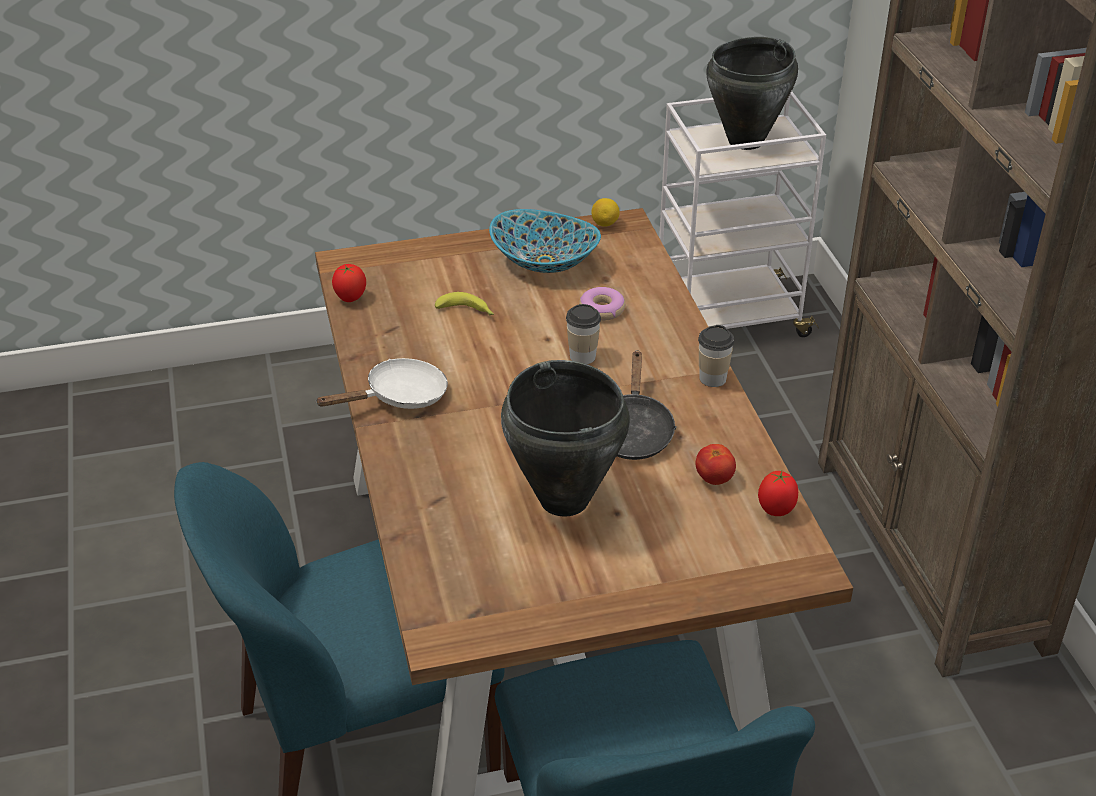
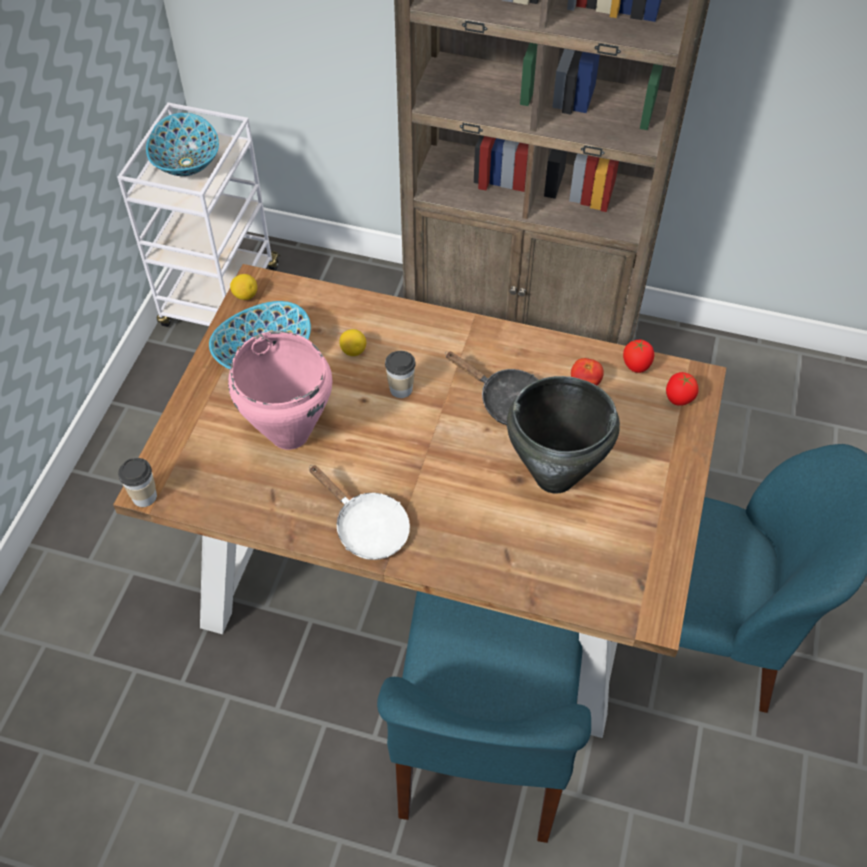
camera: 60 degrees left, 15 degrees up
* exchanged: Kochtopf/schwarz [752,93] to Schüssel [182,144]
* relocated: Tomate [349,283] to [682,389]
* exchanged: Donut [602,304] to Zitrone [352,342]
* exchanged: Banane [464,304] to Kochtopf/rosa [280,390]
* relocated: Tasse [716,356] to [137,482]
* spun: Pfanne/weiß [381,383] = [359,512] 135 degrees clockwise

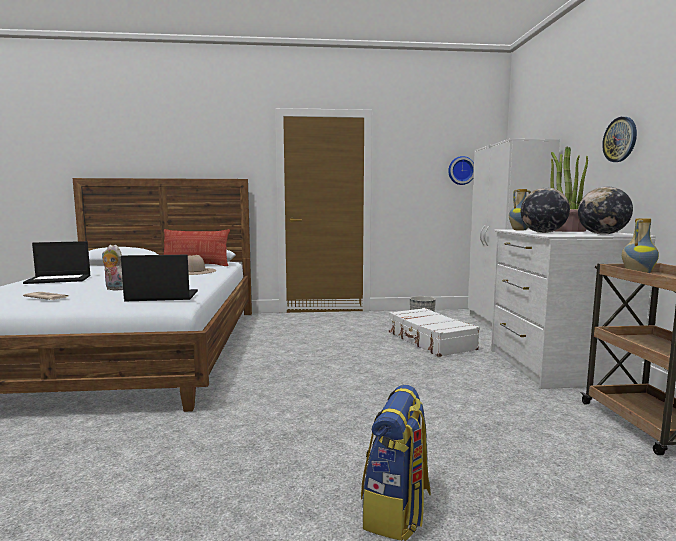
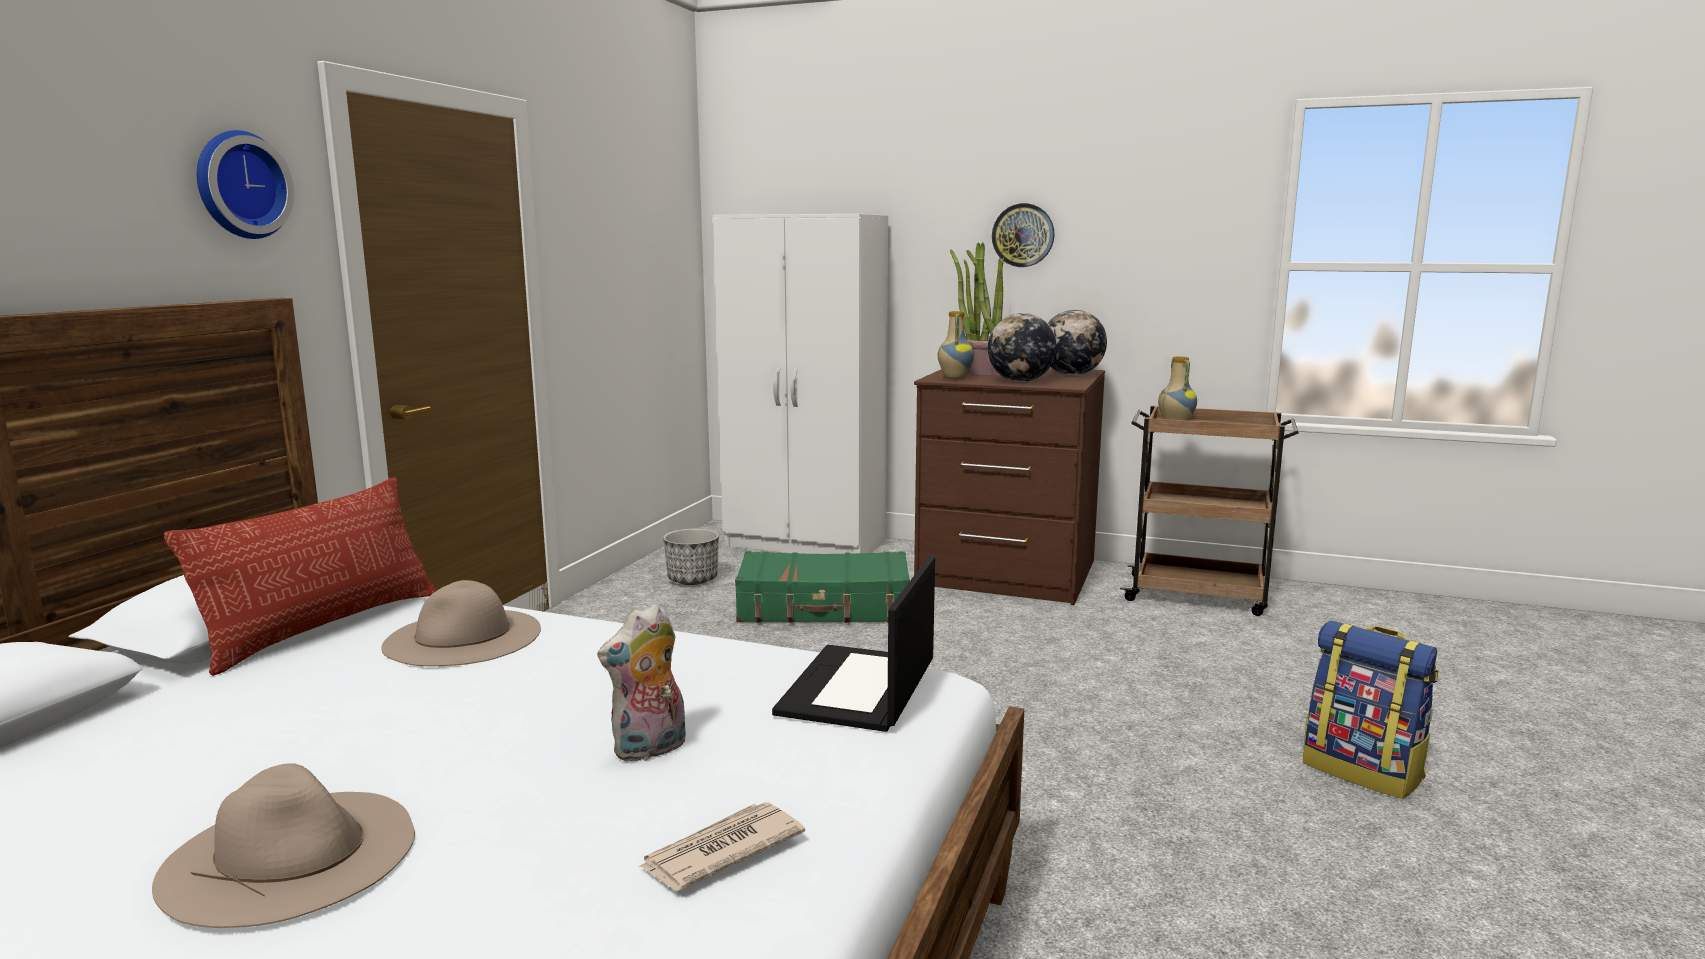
camera: 65 degrees left, 5 degrees up
* relocated: Wanduhr [461,170] to [246,184]
* colour: Kommode/weiß [573,309] to Kommode/braun [1009,486]
* exchanged: Laptop [57,262] to Hut/beige [283,845]
* colour: Koffer/weiß [434,332] to Koffer/grün [822,587]

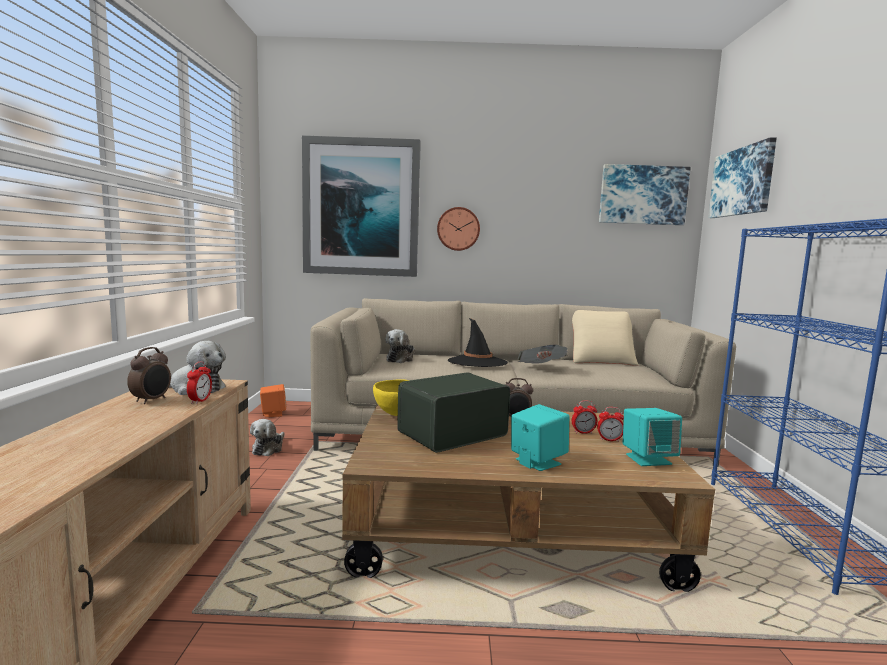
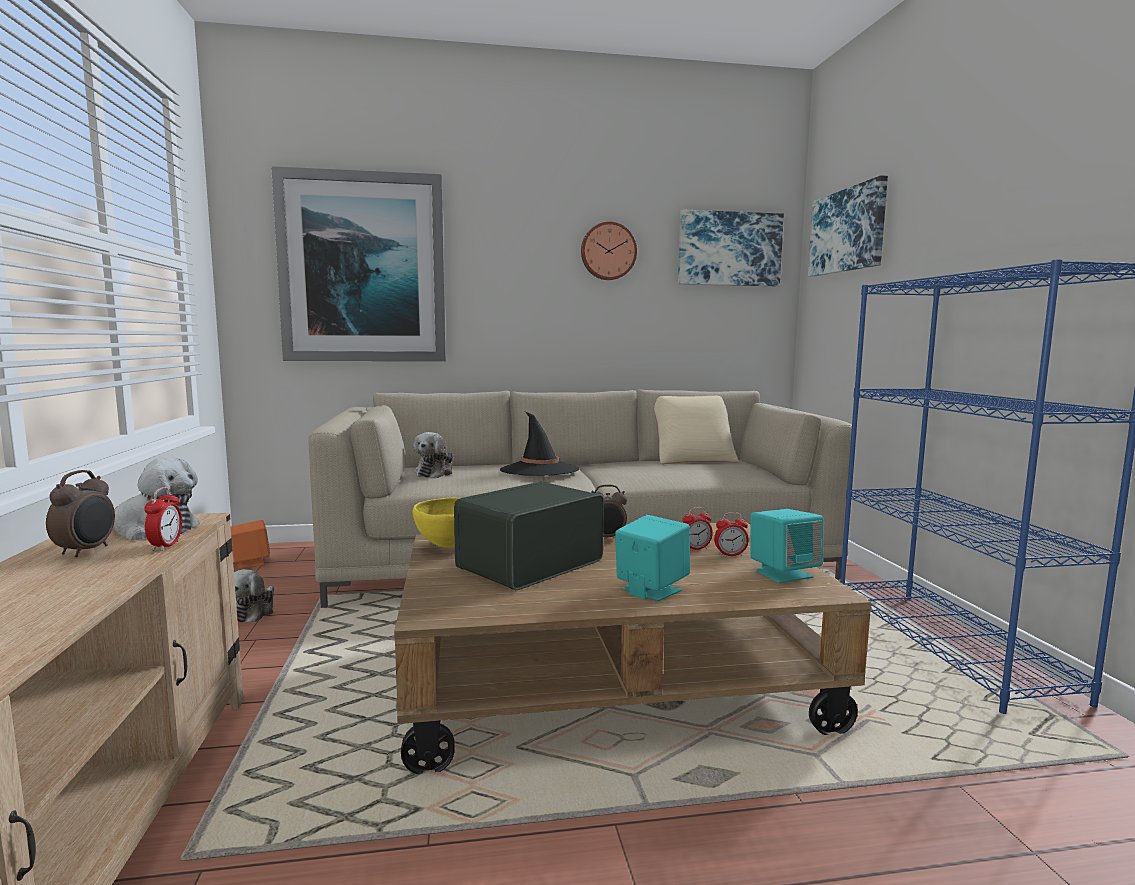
camera: 10 degrees left, 0 degrees up
* relocated: Wanduhr [458,229] to [609,251]
* missing: Zeitung [543,354]

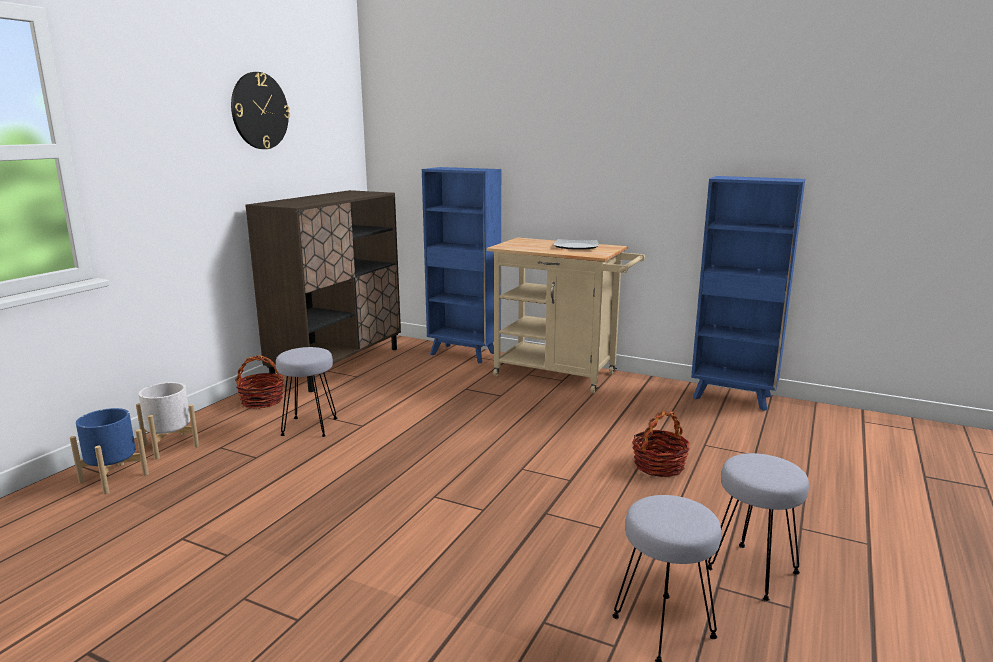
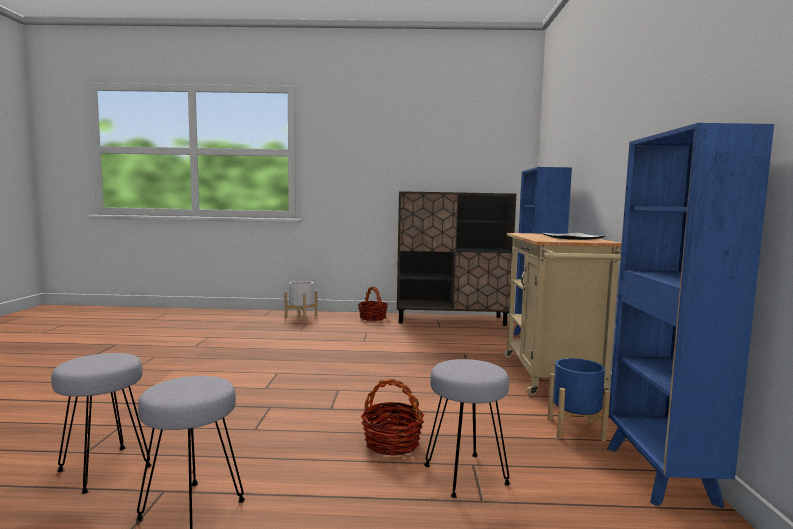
camera: 65 degrees right, 10 degrees down
* missing: Wanduhr [260,110]
* relocated: Hocker/grau [306,392] to [467,428]
* relocated: Pflanzkübel/blau [109,451] to [578,400]

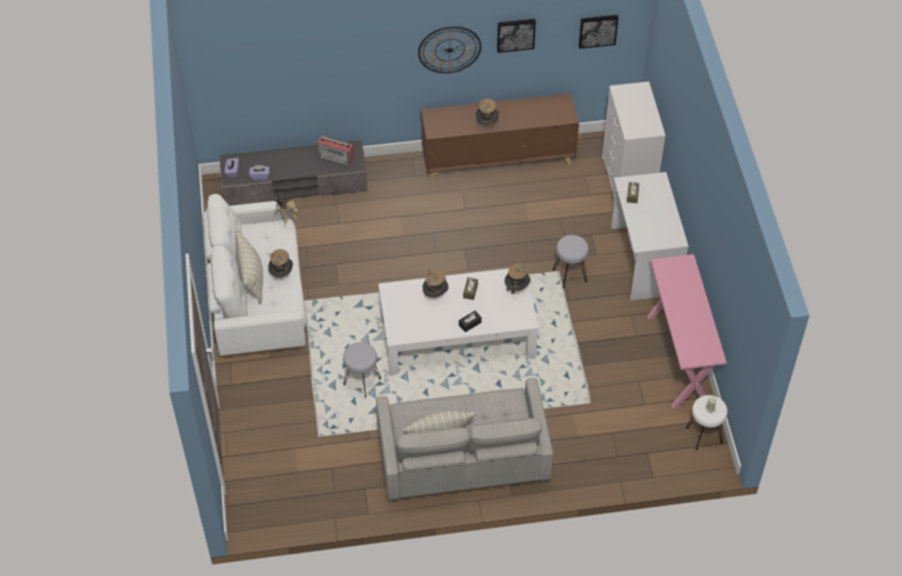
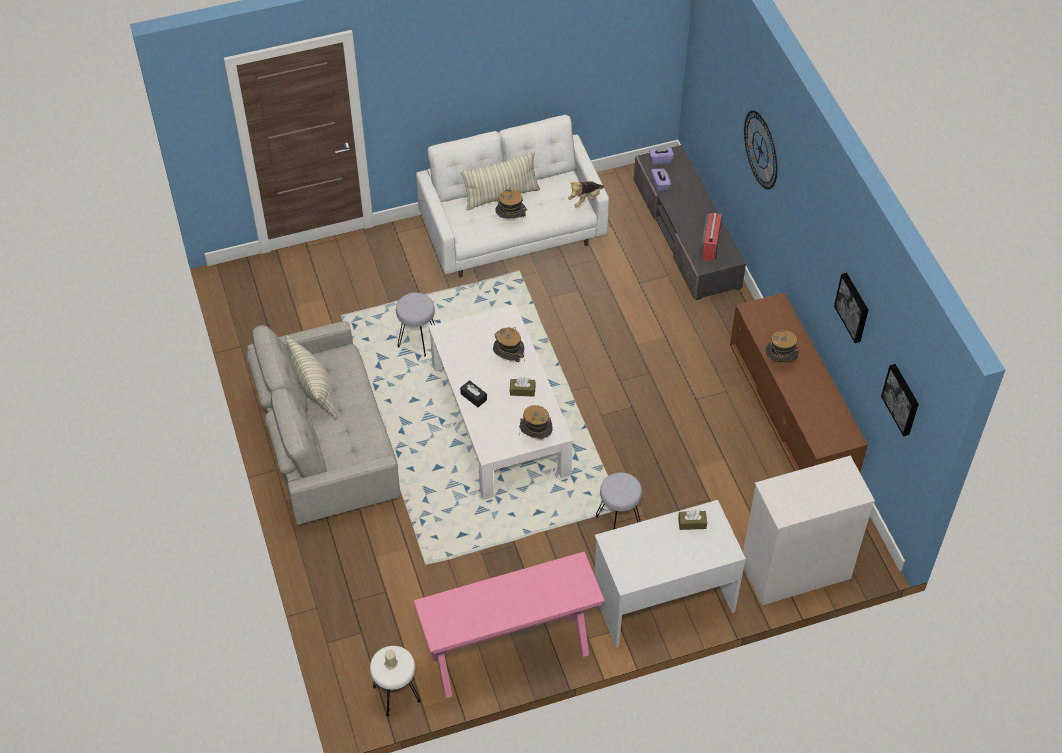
camera: 80 degrees right, 0 degrees up
* relocated: Wanduhr [449,49] to [760,149]

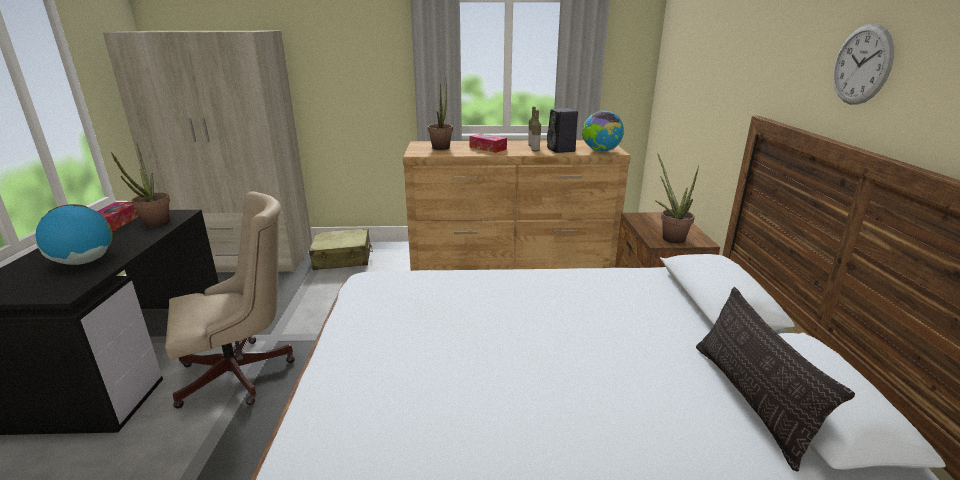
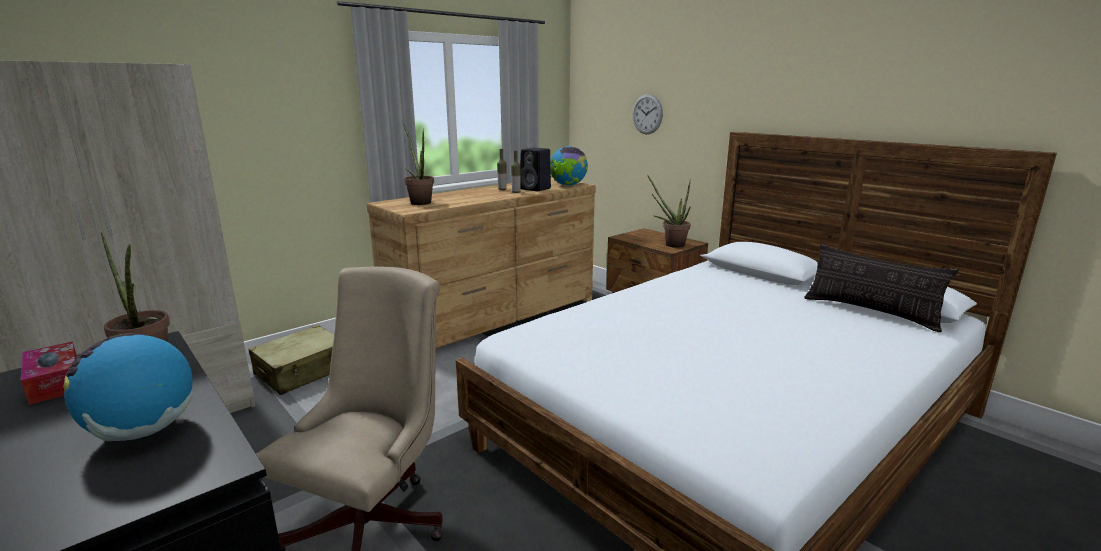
camera: 40 degrees left, 5 degrees down
* relocated: Wanduhr [863,64] to [647,114]
* missing: Taschentuchbox [488,143]

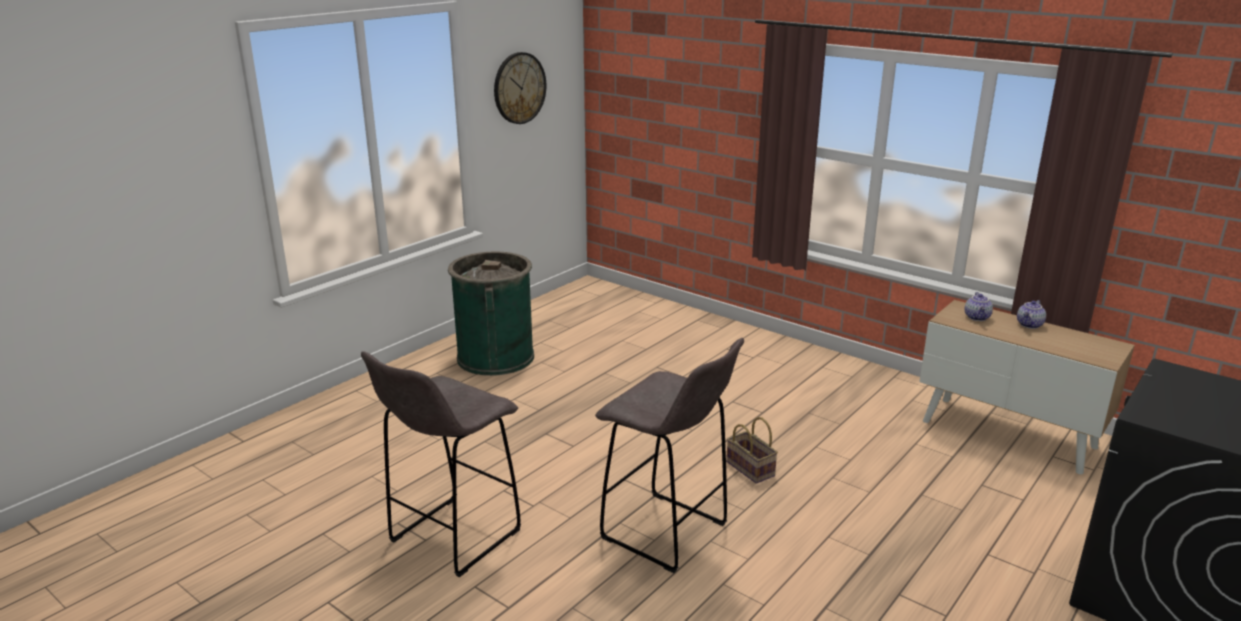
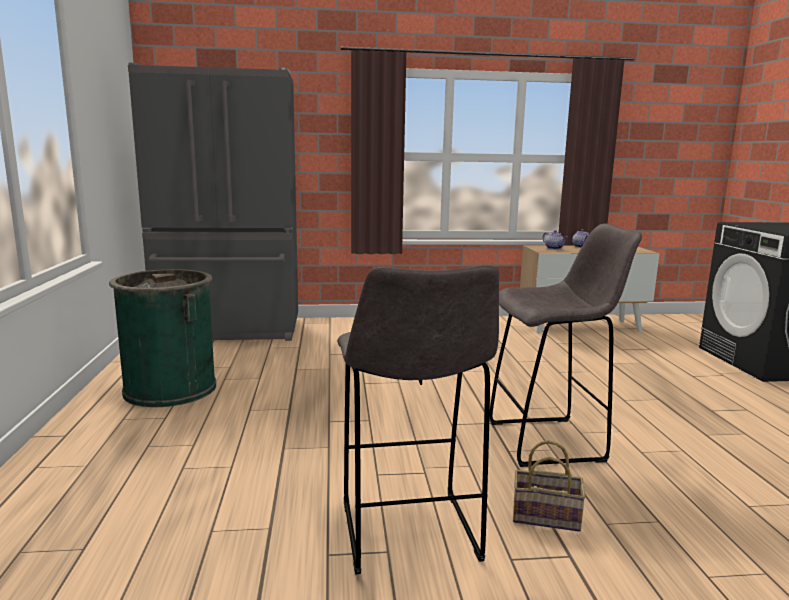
camera: 45 degrees left, 10 degrees down
* missing: Wanduhr [520,88]
* relocated: Korb [752,450] to [549,486]
* appeared: Kühlschrank/grau [213,202]

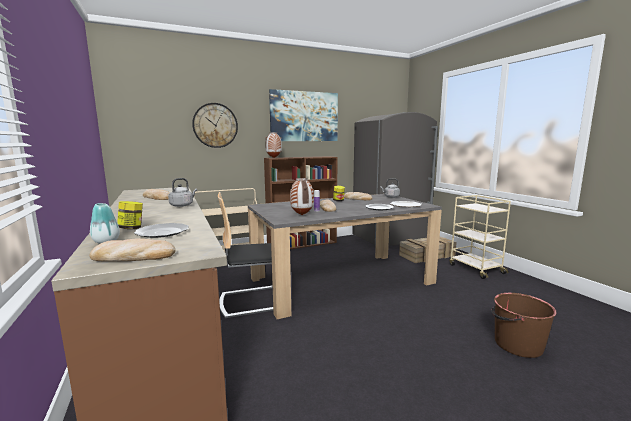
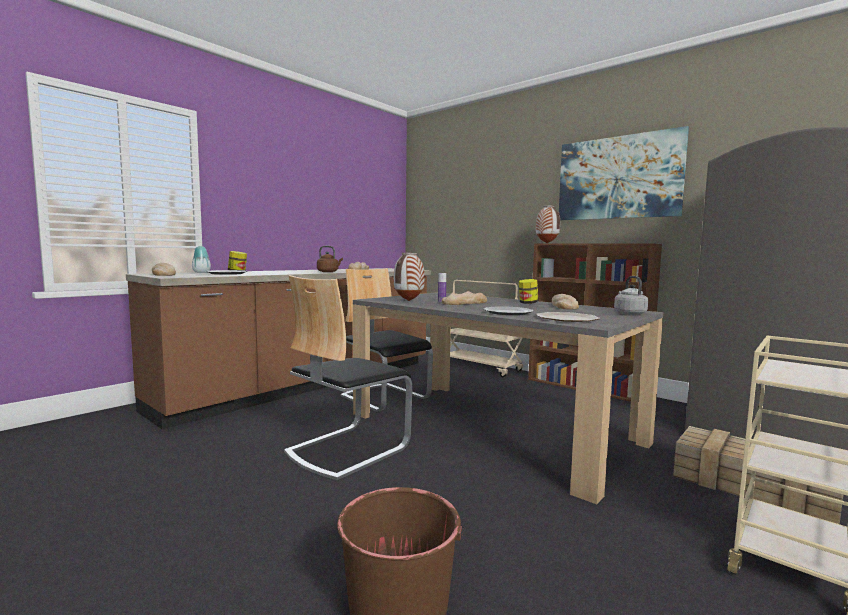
camera: 65 degrees right, 5 degrees down
* missing: Wanduhr [215,125]
* colour: Wasserkessel/grau [182,192] to Wasserkessel/braun [330,259]
* appeared: Stuhl [348,377]

